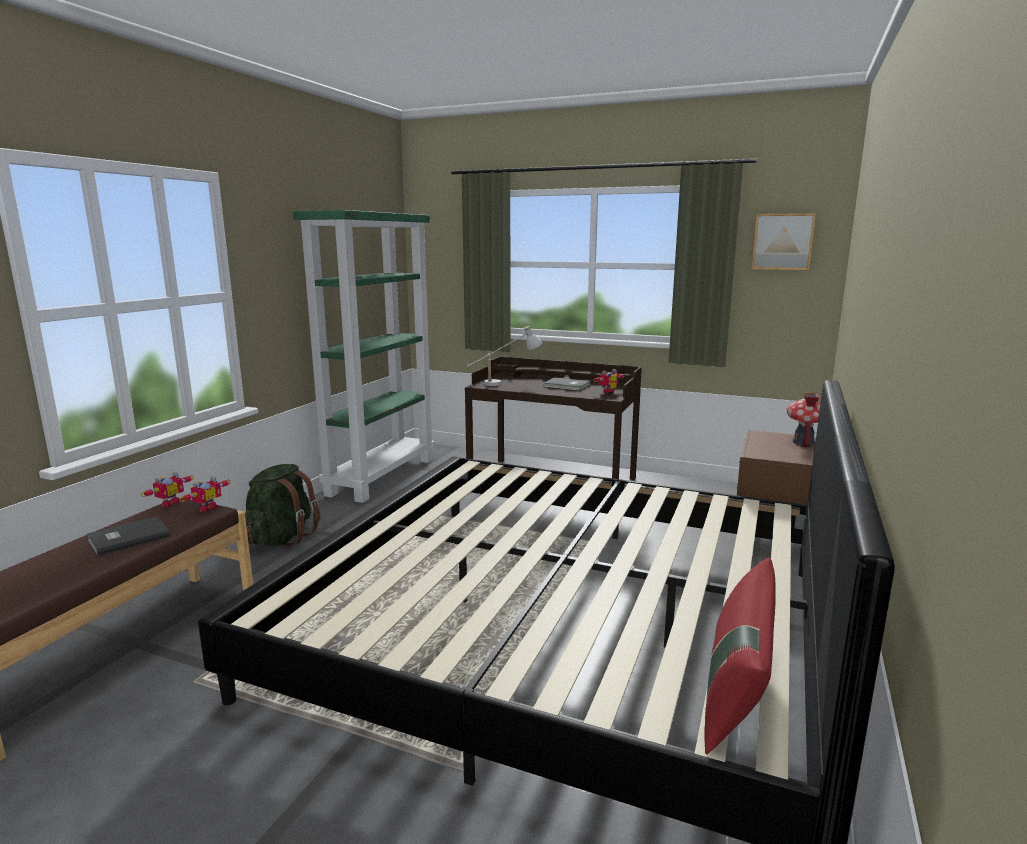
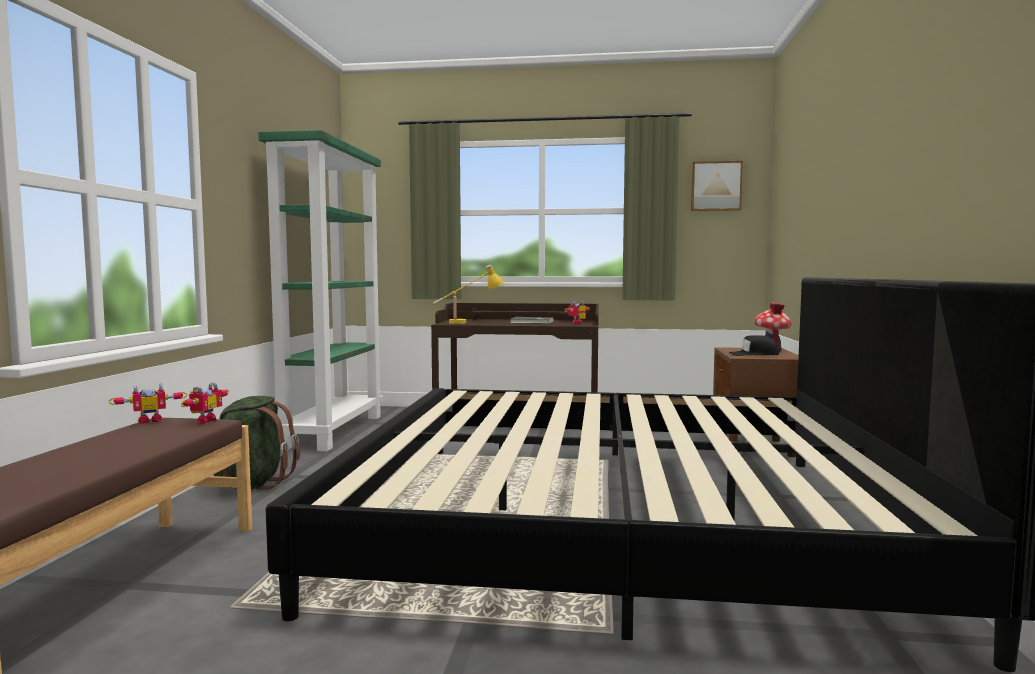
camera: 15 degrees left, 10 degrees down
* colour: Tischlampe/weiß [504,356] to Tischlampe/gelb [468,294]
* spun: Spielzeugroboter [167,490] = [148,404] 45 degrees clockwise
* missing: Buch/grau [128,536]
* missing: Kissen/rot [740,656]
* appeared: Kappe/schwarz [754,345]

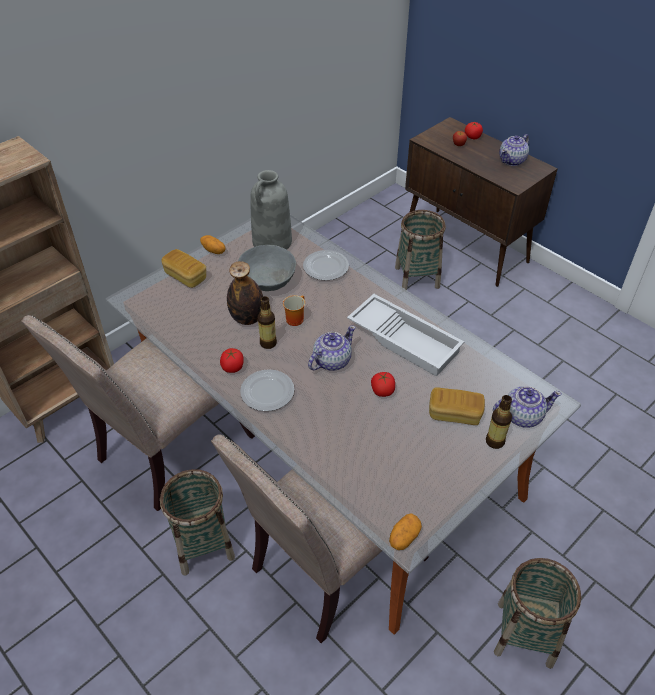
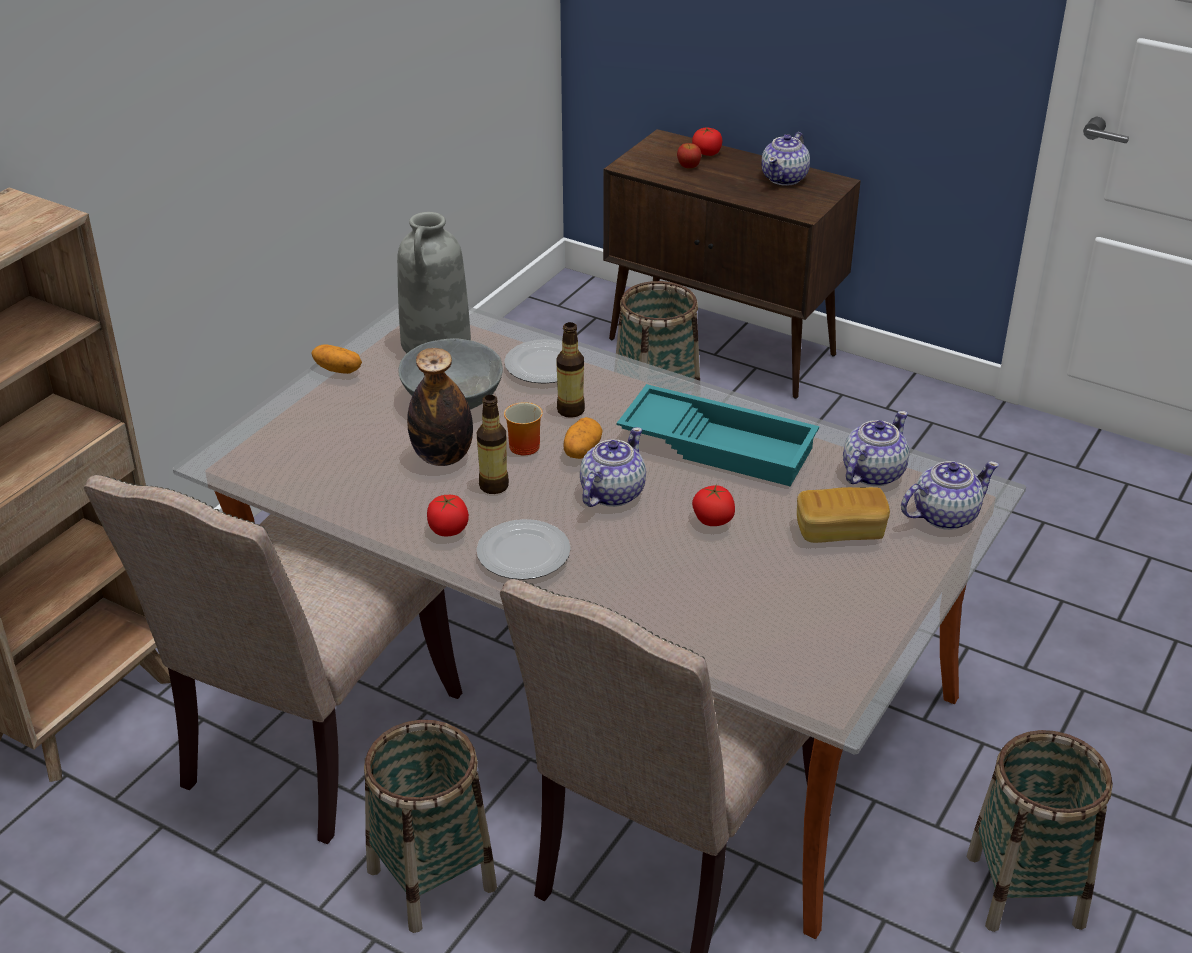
camera: 15 degrees left, 10 degrees down
* missing: Brot [184,268]
* colour: Tablett/weiß [405,335] to Tablett/türkis [718,435]
* relocated: Flasche [499,422] to [570,370]
* relocated: Kartoffel [405,531] to [583,438]
* appeared: Teekanne [876,448]

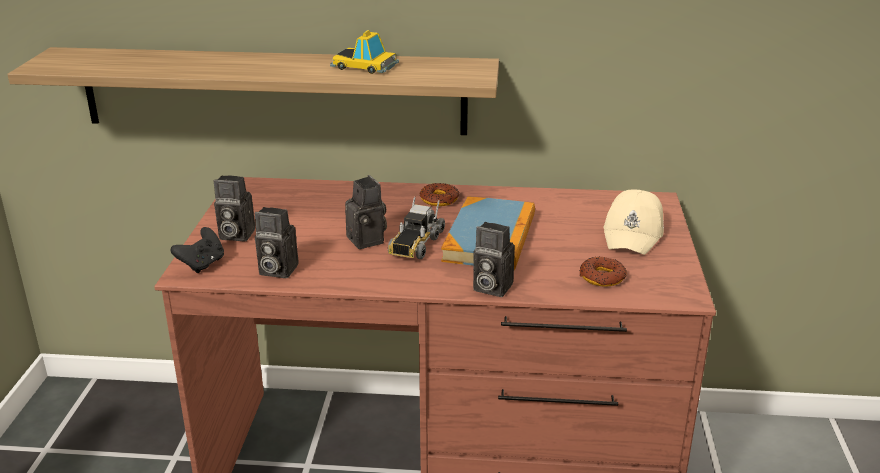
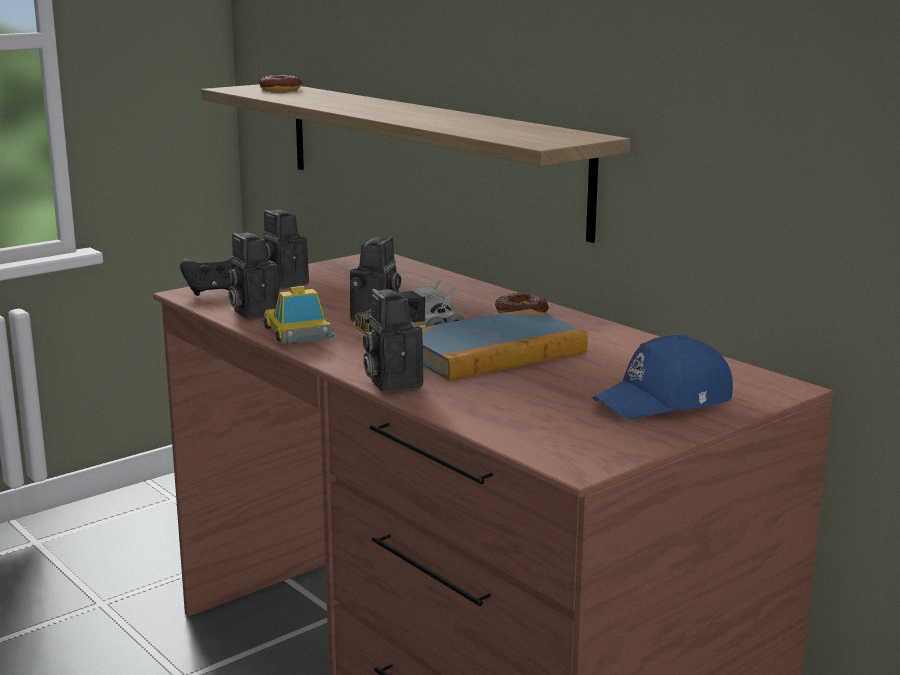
camera: 45 degrees right, 10 degrees down
* relocated: Spielzeugauto [364,52] to [298,314]
* colour: Kappe/beige [633,222] to Kappe/blau [663,376]
* relocated: Donut [603,272] to [280,83]

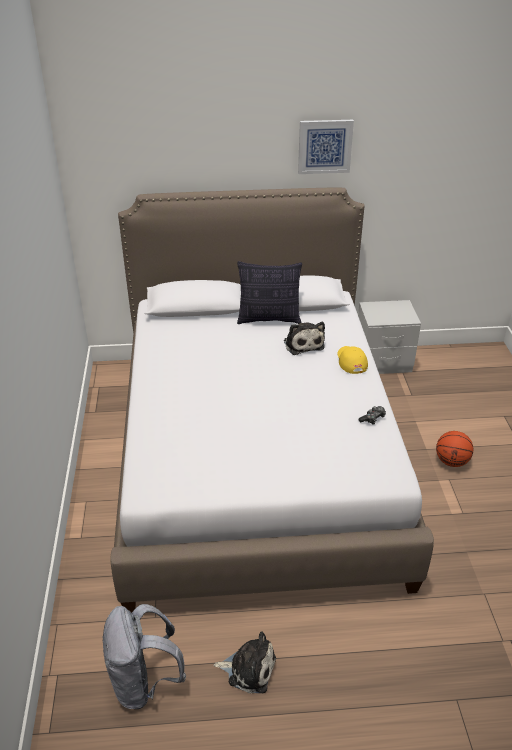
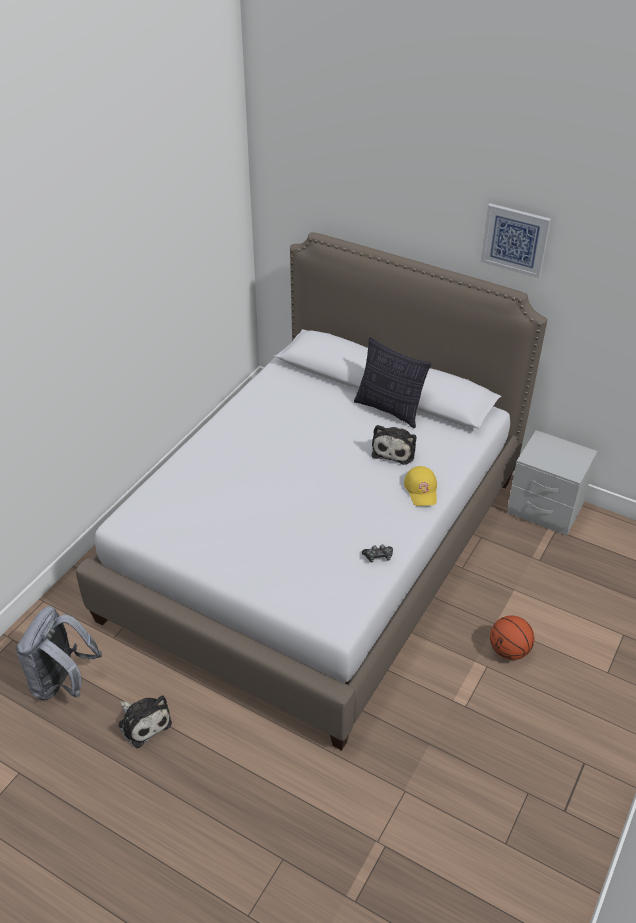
camera: 35 degrees right, 5 degrees up
* spun: Kappe/gelb [352,360] = [420,486] 150 degrees clockwise

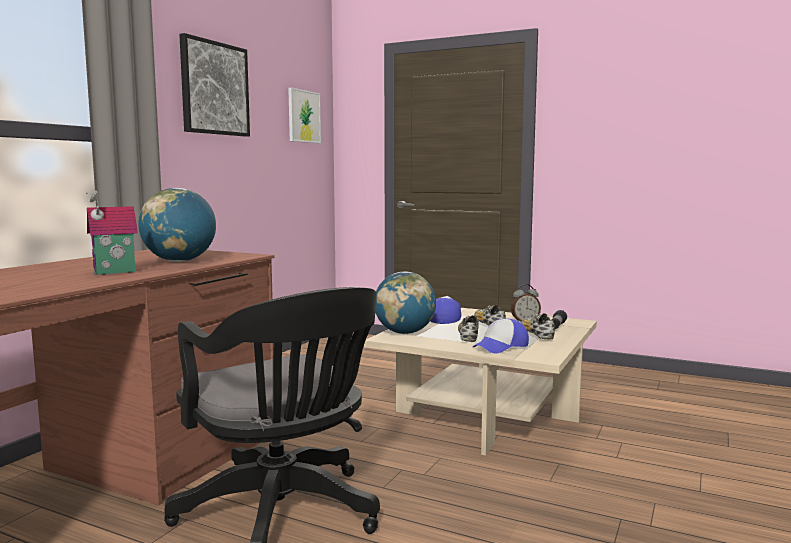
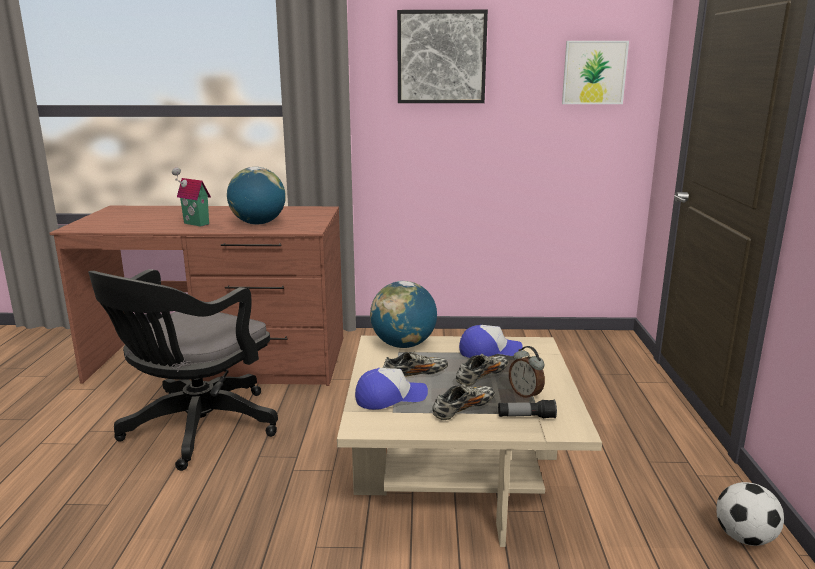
camera: 65 degrees right, 10 degrees up
* spun: Kappe [501,336] = [391,389] 135 degrees clockwise
* appeared: Fußball [750,514]

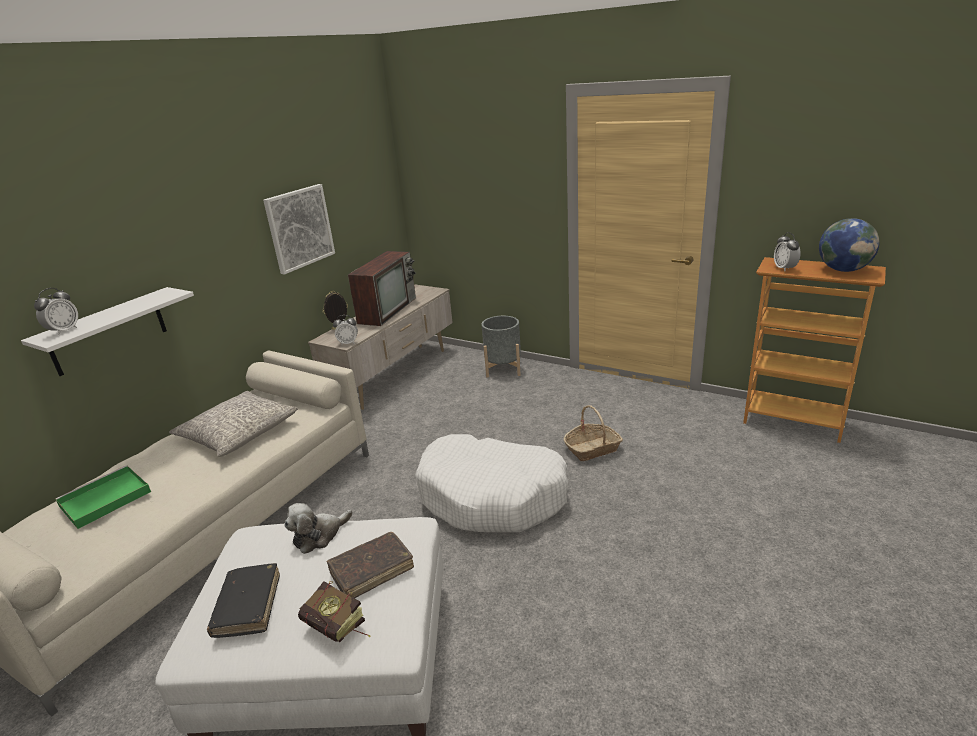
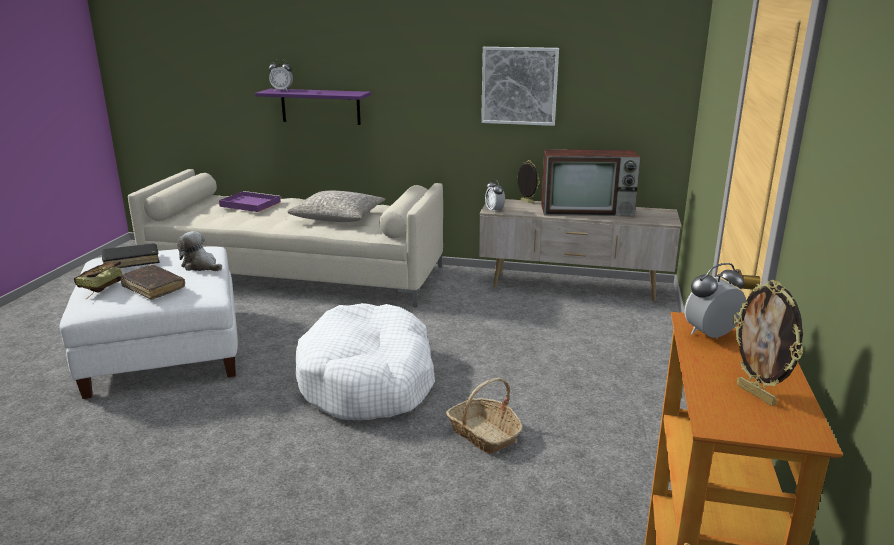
camera: 70 degrees right, 5 degrees down
* exchanged: Globus [849,245] to Bilderrahmen [768,343]
* colour: Wandregal/weiß [107,331] to Wandregal/lila [313,107]
* missing: Pflanzkübel/grau [501,347]
* colour: Tablett/grün [103,497] to Tablett/lila [250,201]

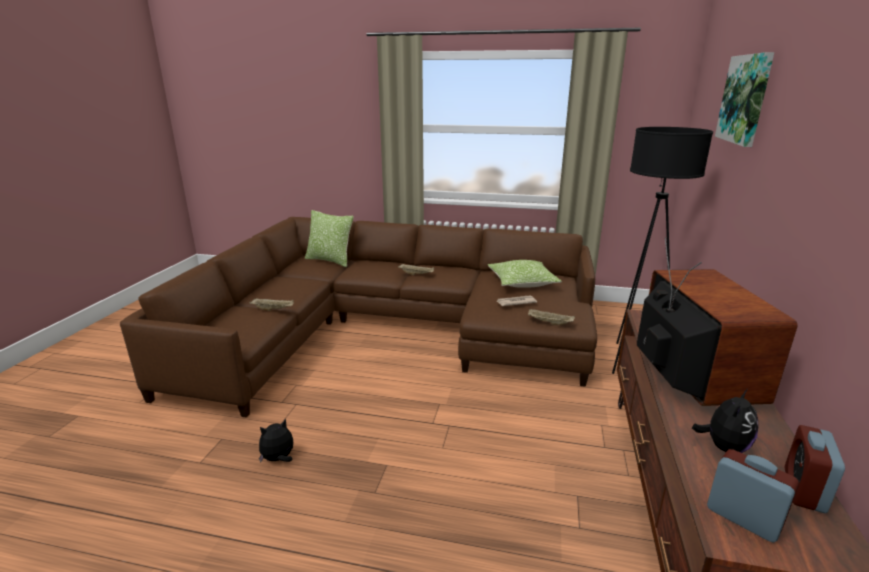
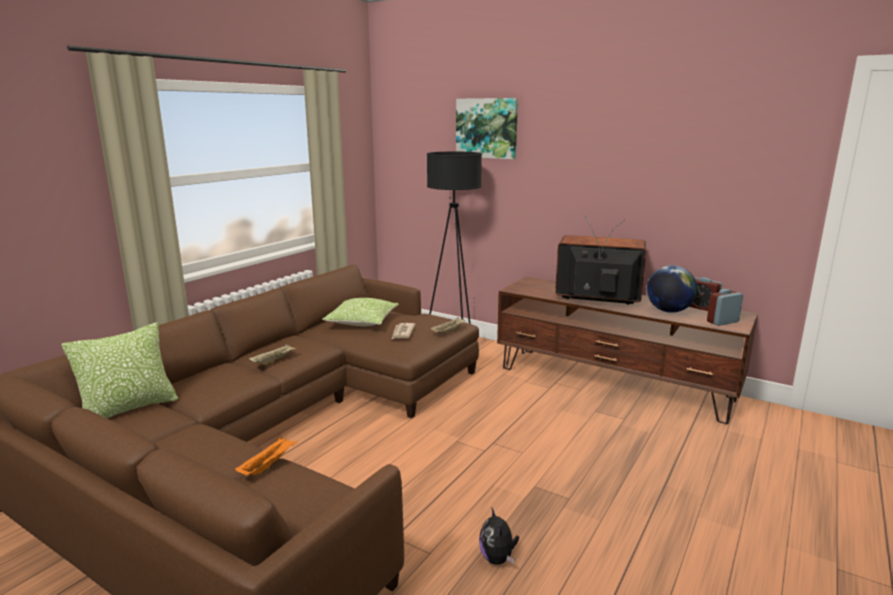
camera: 70 degrees left, 5 degrees down
* colour: Tablett/beige [272,304] to Tablett/orange [266,456]
* exchanged: Plüschtier [725,421] to Globus [672,289]

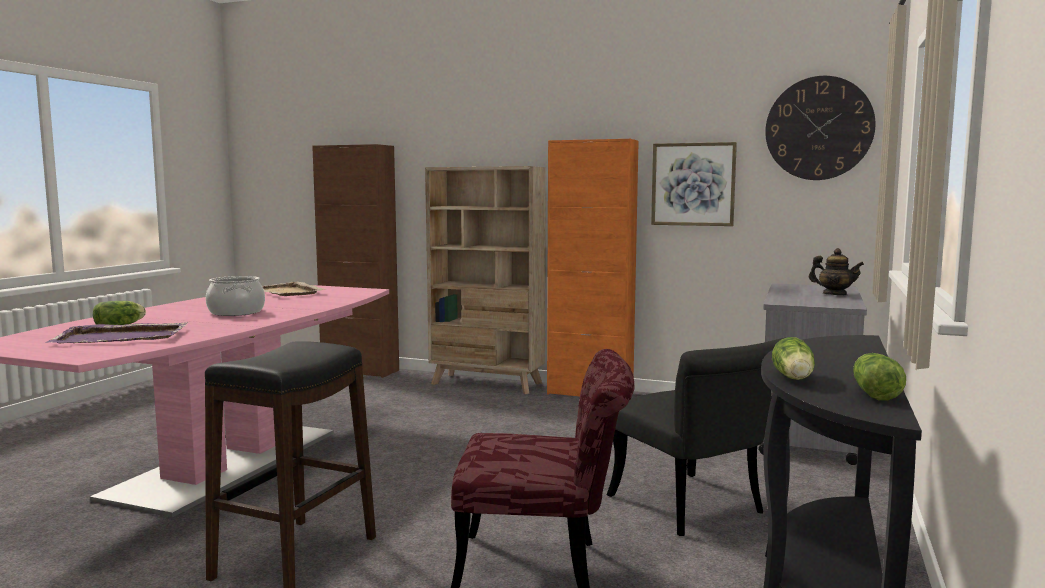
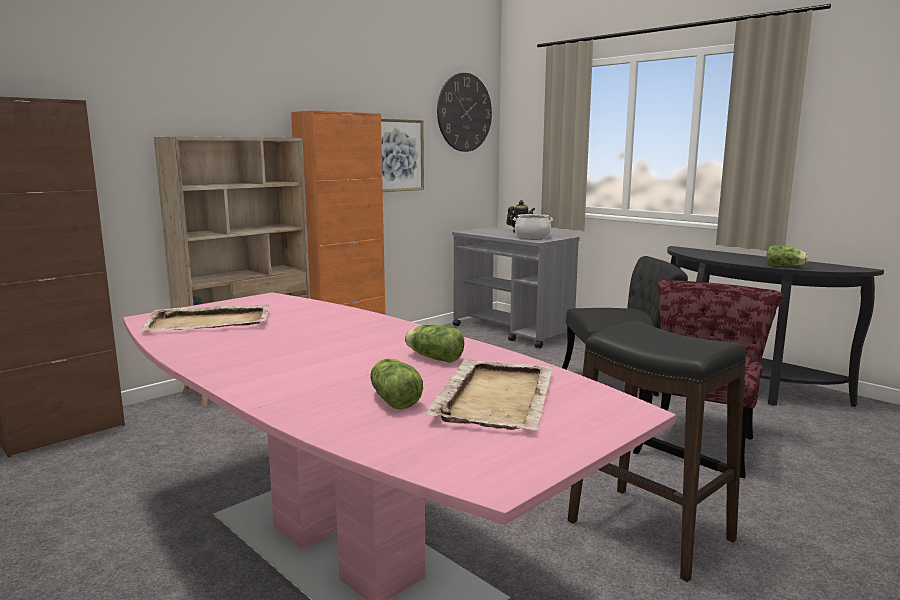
camera: 65 degrees left, 5 degrees up
* relocated: Kochtopf [235,296] to [533,226]
* colour: Tablett/lila [117,332] to Tablett/beige [489,394]
* relocated: Salatkopf [879,377] to [434,343]

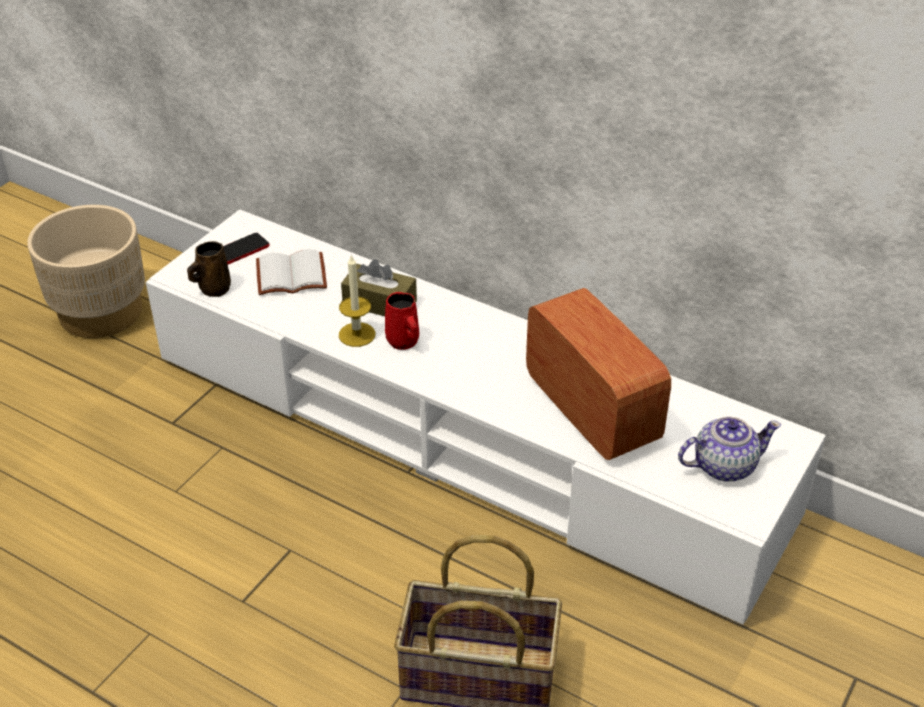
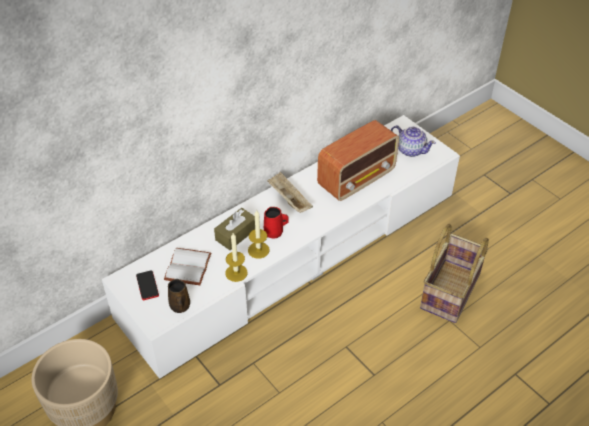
camera: 70 degrees left, 5 degrees up
* spun: Radio [598,374] = [358,160] 150 degrees clockwise
* spun: Teekanne [729,449] = [413,141] 120 degrees clockwise
* appeared: Tablett/beige [290,192]
* appeared: Kerze [236,257]

